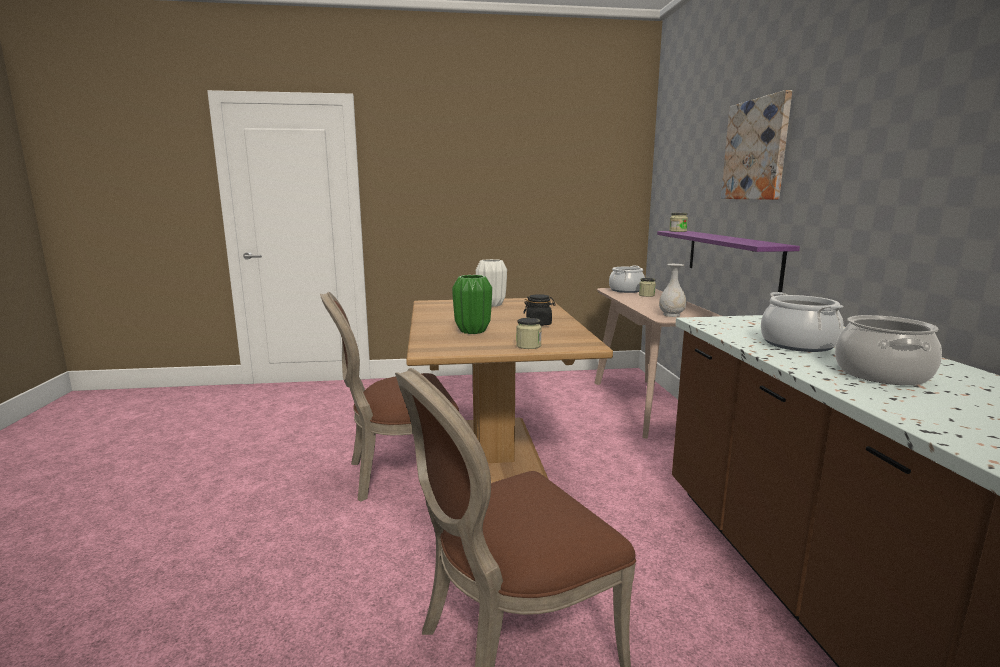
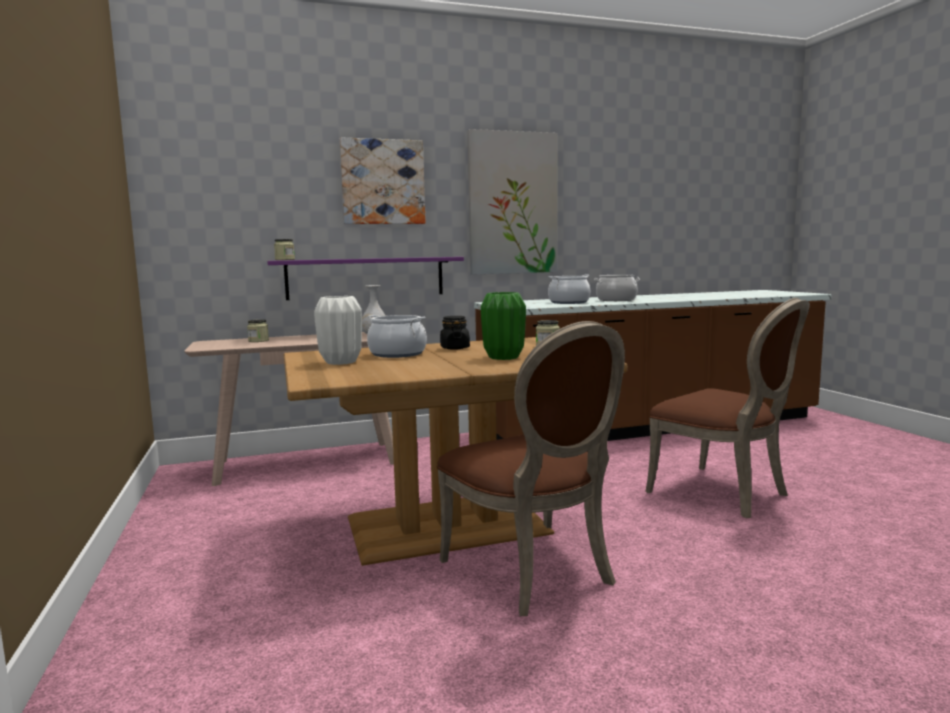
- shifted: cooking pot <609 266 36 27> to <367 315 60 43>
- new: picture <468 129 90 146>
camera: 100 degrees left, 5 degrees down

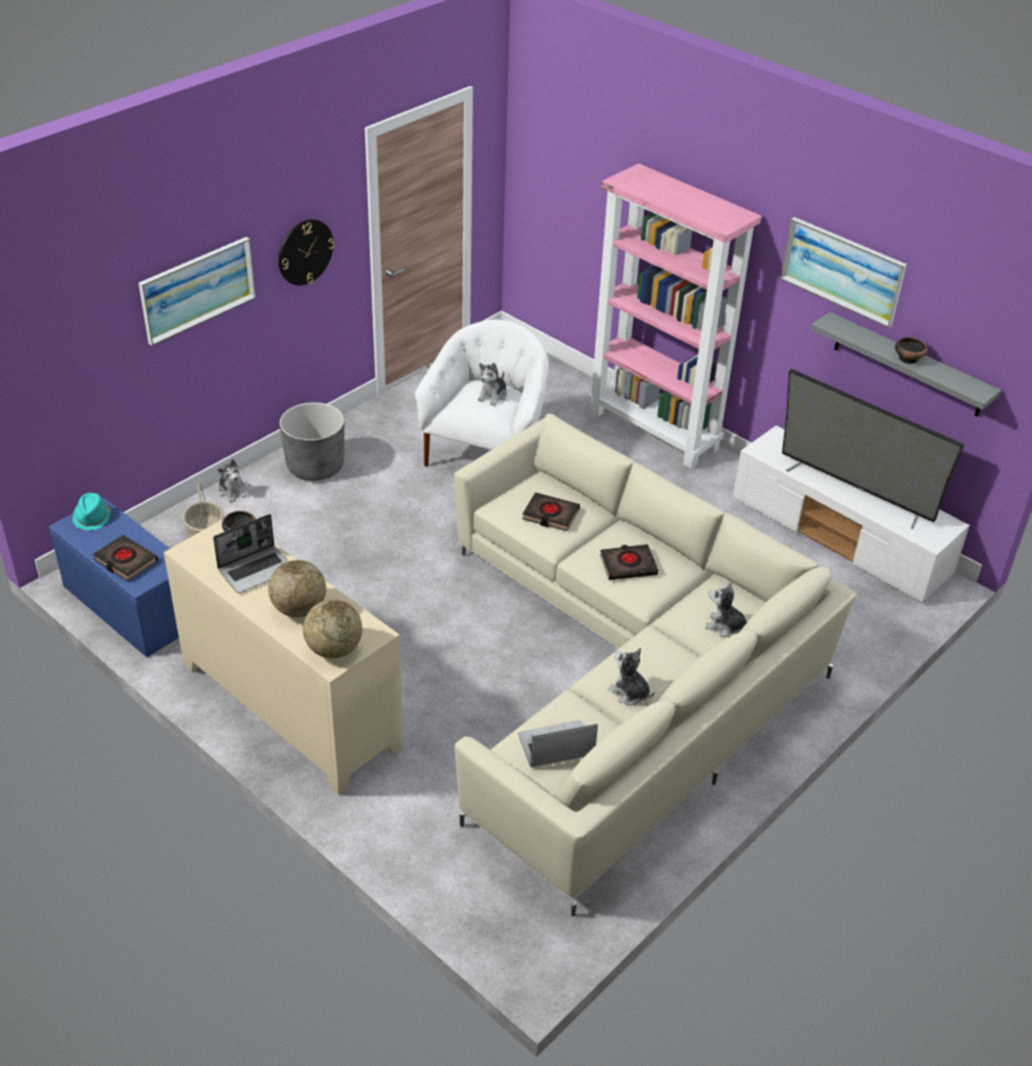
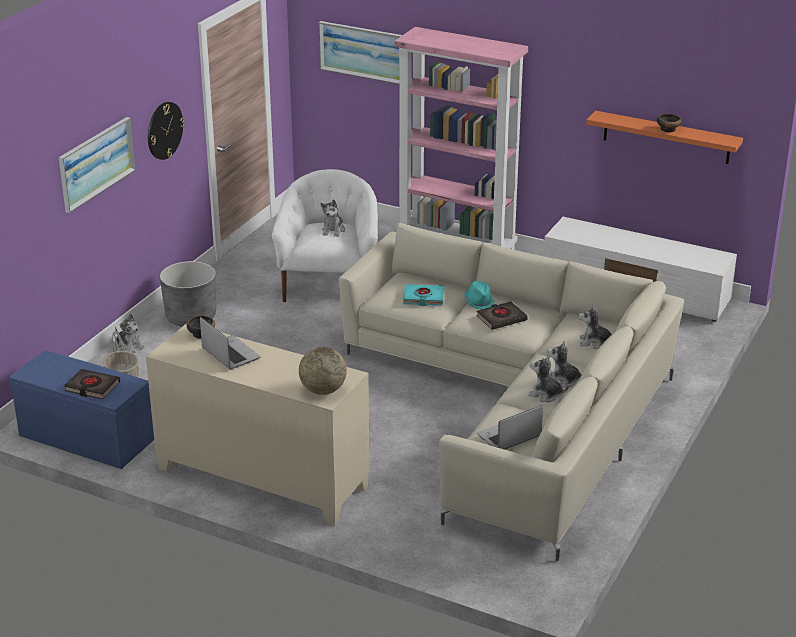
- rotated: portable computer <213 514 75 79> = <200 317 61 53> 75 degrees counterclockwise
- shifted: picture <781 217 126 111> to <319 21 83 63>
- repainted: black-coloured bound book <522 492 58 39> to turquoise bound book <403 284 41 22>
- shifted: turquoise wearable hat <72 493 39 38> to <464 281 31 28>
- new: cuddly toy <547 342 35 46>
- repainted: grey shelf <810 312 191 105> to orangey shelf <586 111 157 53>
- gone: globe <268 560 58 57>
- gone: television <782 369 182 160>
camera: 15 degrees left, 10 degrees down

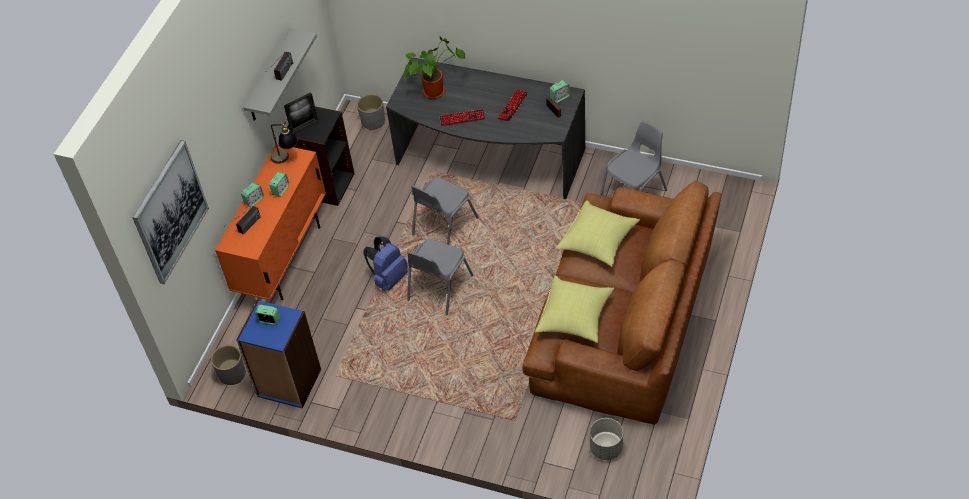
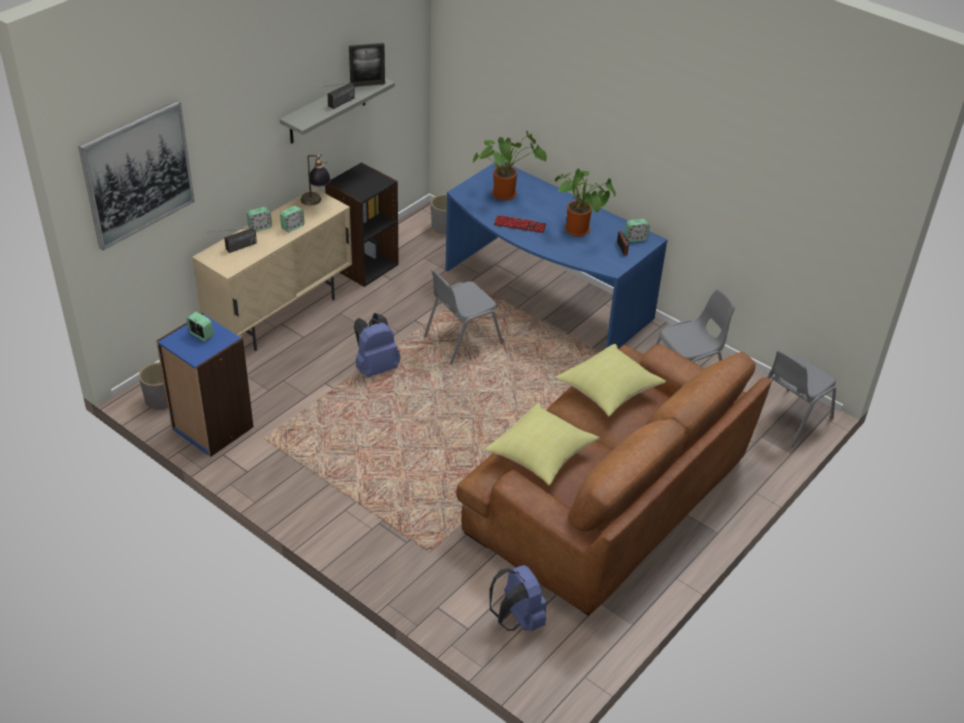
- repainted: orangey storage cabinet <215 144 111 156> to beige storage cabinet <192 188 160 163>
- shifted: photo frame <284 92 34 41> to <349 43 36 44>
- repainted: grey desk unit <386 58 199 141> to blue desk unit <446 162 222 187>
- swapped: grey plant pot <590 418 33 42> to blue backpack <489 565 58 66>
- swapped: computer keyboard <498 90 30 32> to potted plant <555 169 61 67>
- shifted: grey upright chair <407 239 67 76> to <767 350 69 97>
camera: 15 degrees right, 10 degrees down

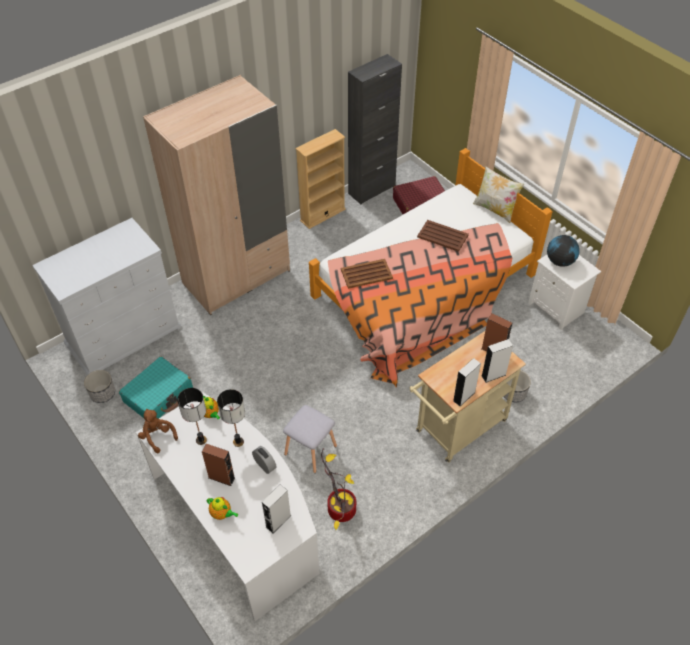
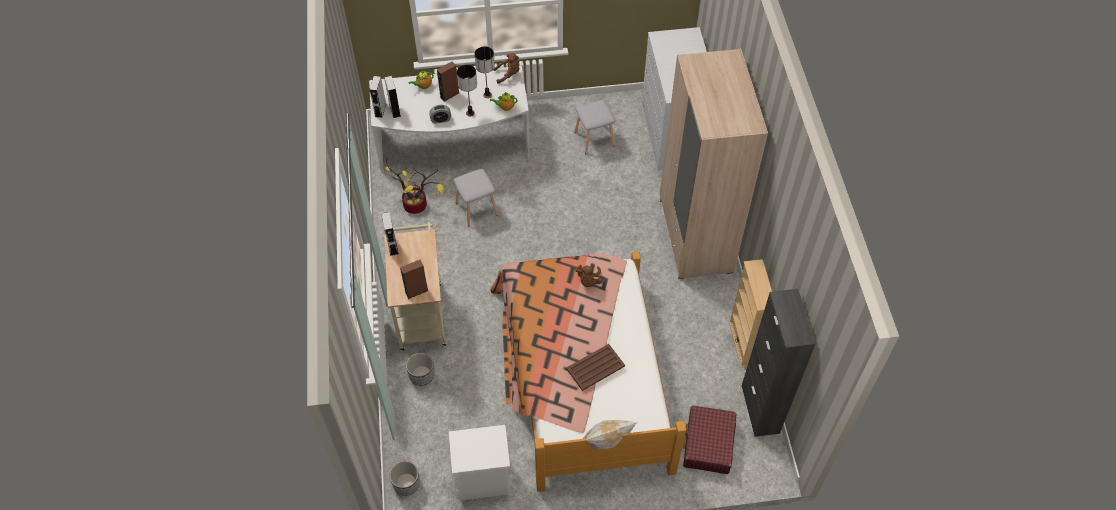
- shifted: grey speaker <482 339 31 44> to <369 76 17 42>
- shifted: plant pot <84 370 31 33> to <389 461 31 35>
- swapped: turquoise suitcase <119 357 74 62> to grey sitting stool <574 100 41 54>
- swapped: brownish carrying tray <341 259 52 30> to brownish cuddly toy <575 265 28 22>
- gone: globe <547 235 33 32>
camera: 120 degrees right, 5 degrees up

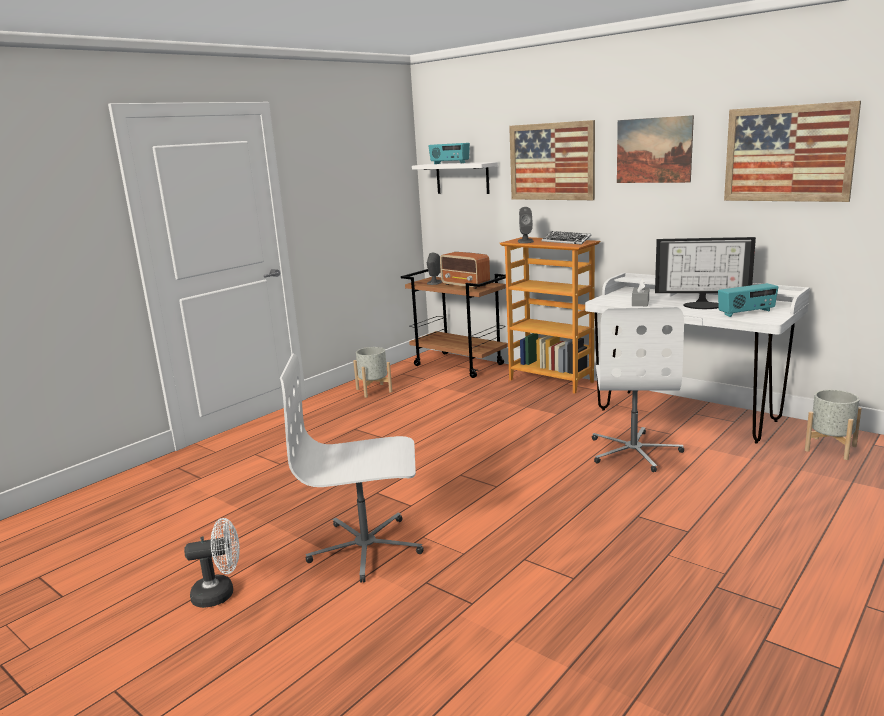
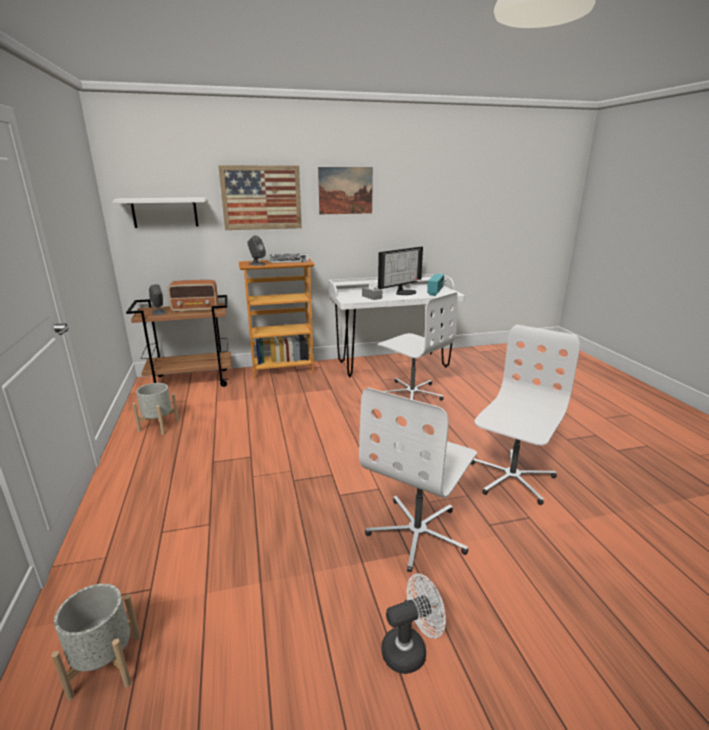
- shifted: grey plant pot <805 390 57 70> to <51 584 90 116>
- rotated: white electric fan <184 518 56 90> = <382 574 64 100> 45 degrees clockwise
- new: white computer chair <470 325 110 180>
- gone: radio <429 143 41 21>
- gone: picture <724 101 137 101>
camera: 55 degrees left, 5 degrees up

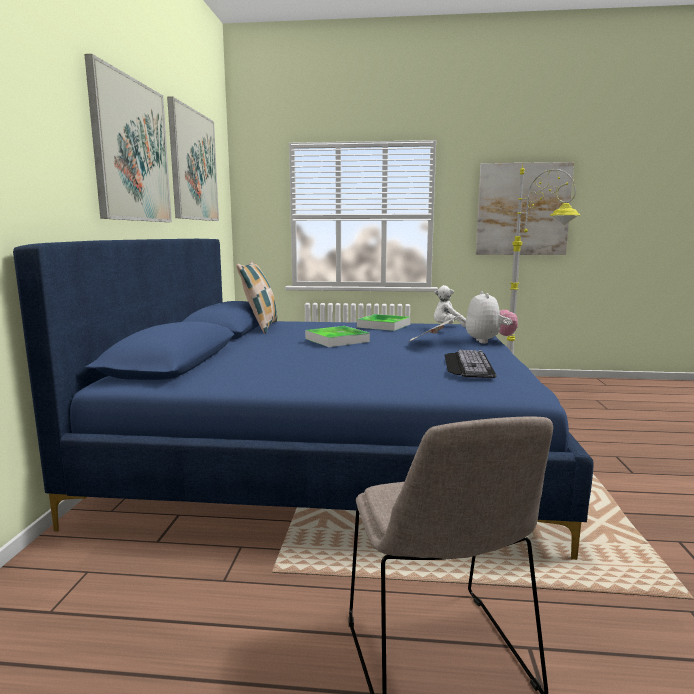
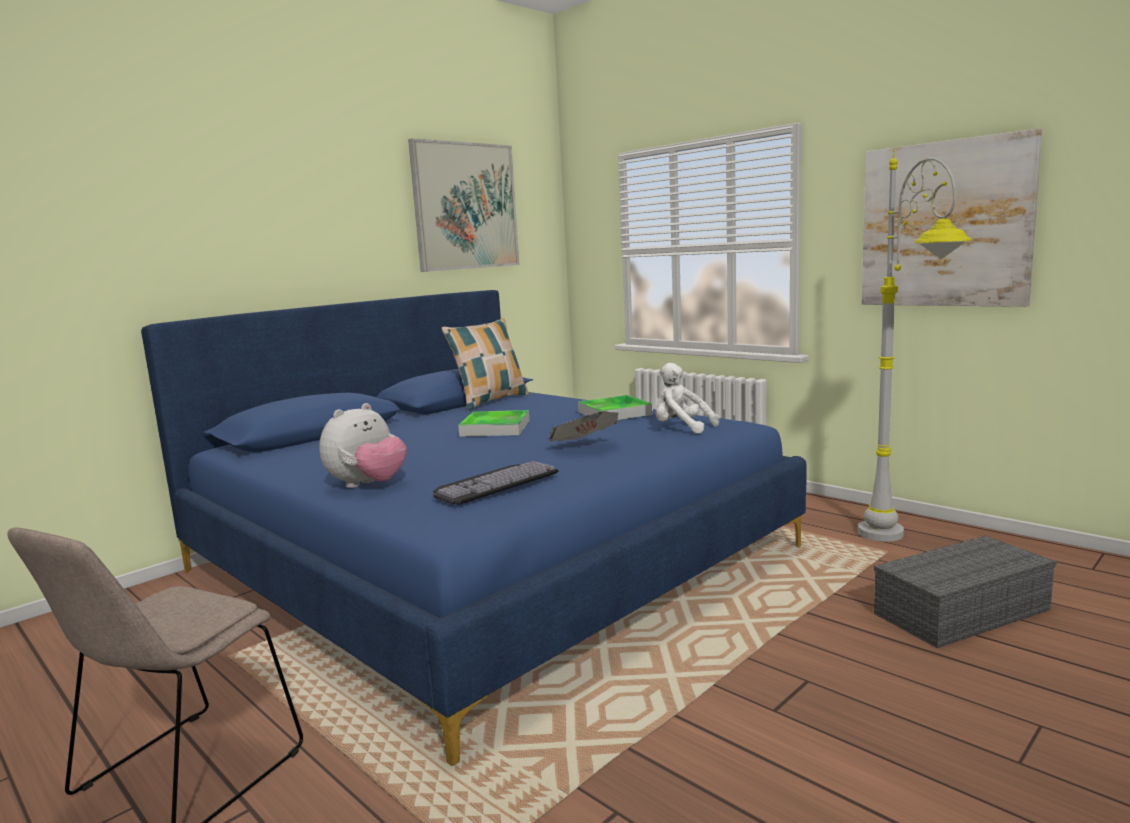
- shifted: cuddly toy <466 291 52 53> to <319 403 88 85>
- new: grey storage box <874 536 183 112>
- gone: picture <84 54 88 168>
camera: 40 degrees right, 0 degrees up

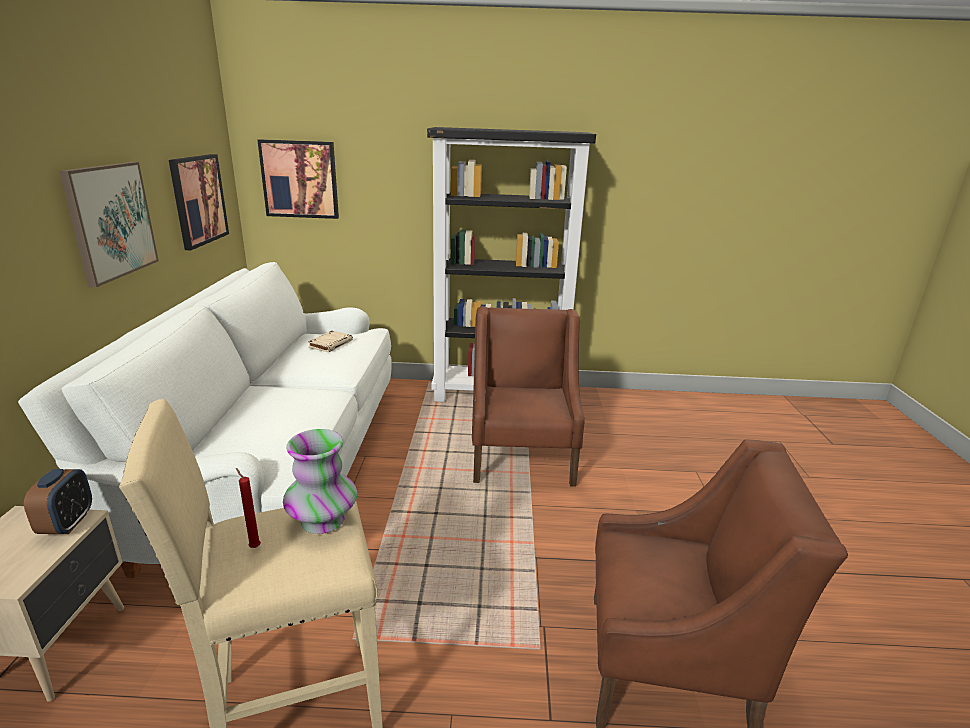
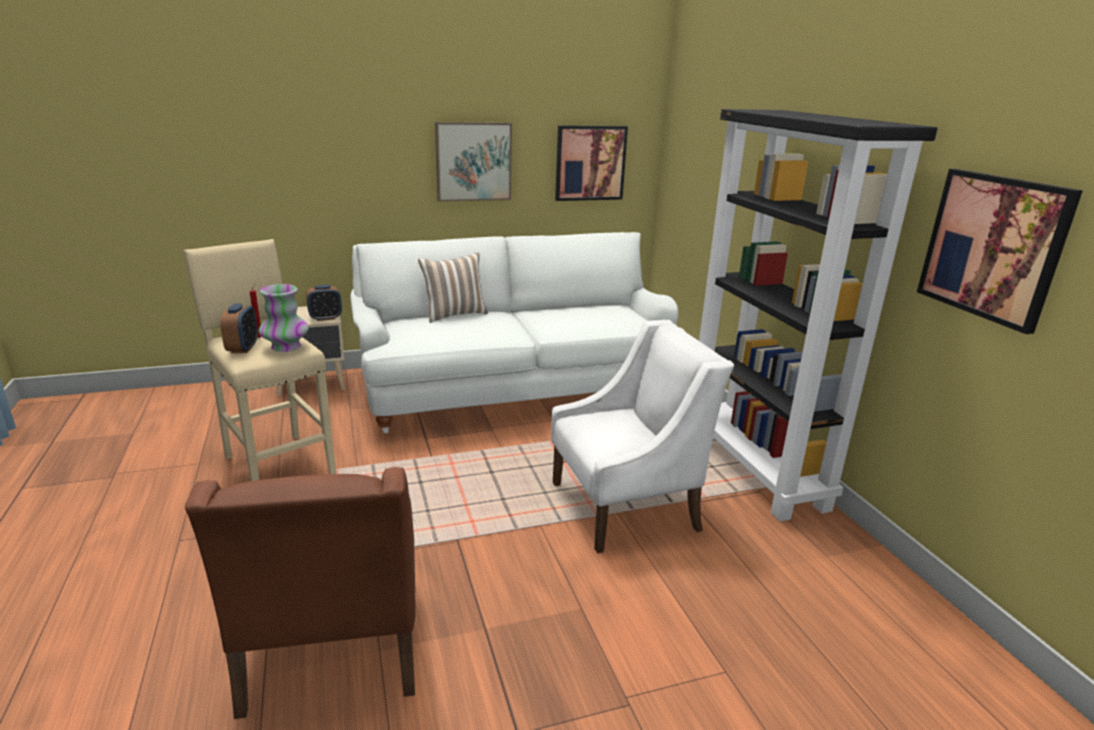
- new: bedside clock <220 304 38 49>
- new: cushion <418 252 70 71>
- repainted: brownish armchair <472 306 113 181> to white armchair <551 320 183 233>
- shifted: picture <257 139 82 80> to <917 169 166 165>
- gone: beige bound book <308 331 45 21>
camera: 70 degrees right, 0 degrees up

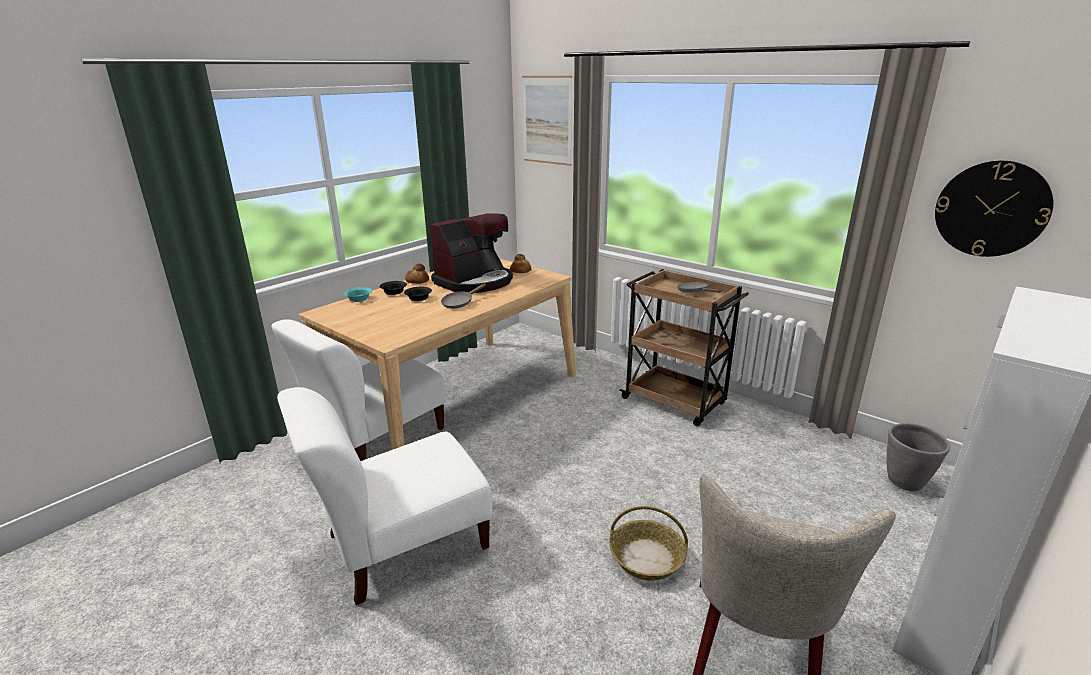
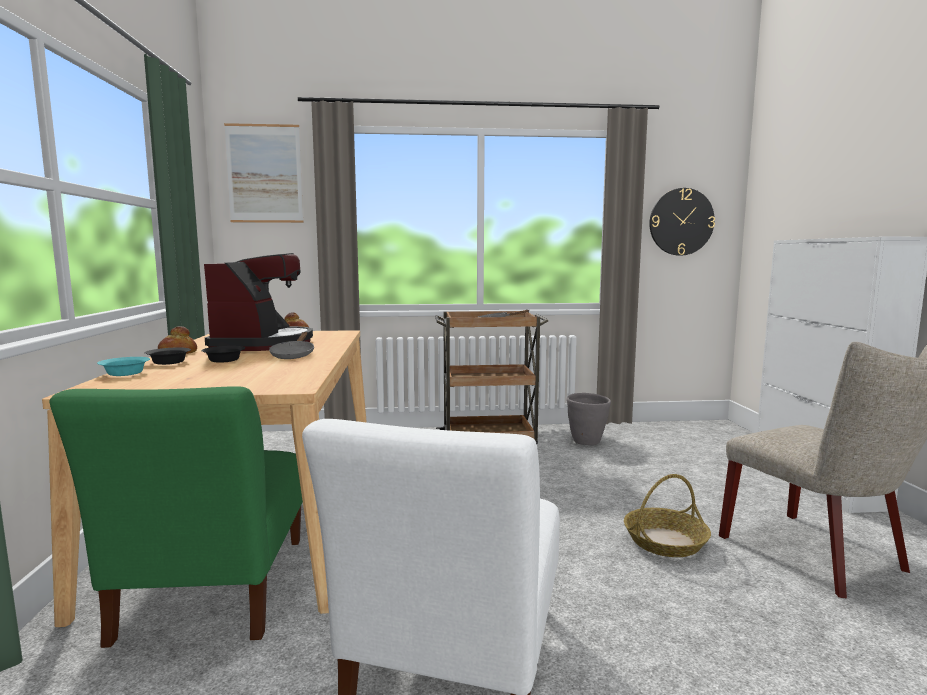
- repainted: white upright chair <272 319 174 142> to green-coloured upright chair <50 386 253 262>
- shifted: grey plant pot <886 423 64 68> to <567 393 44 52>
camera: 45 degrees left, 15 degrees down

